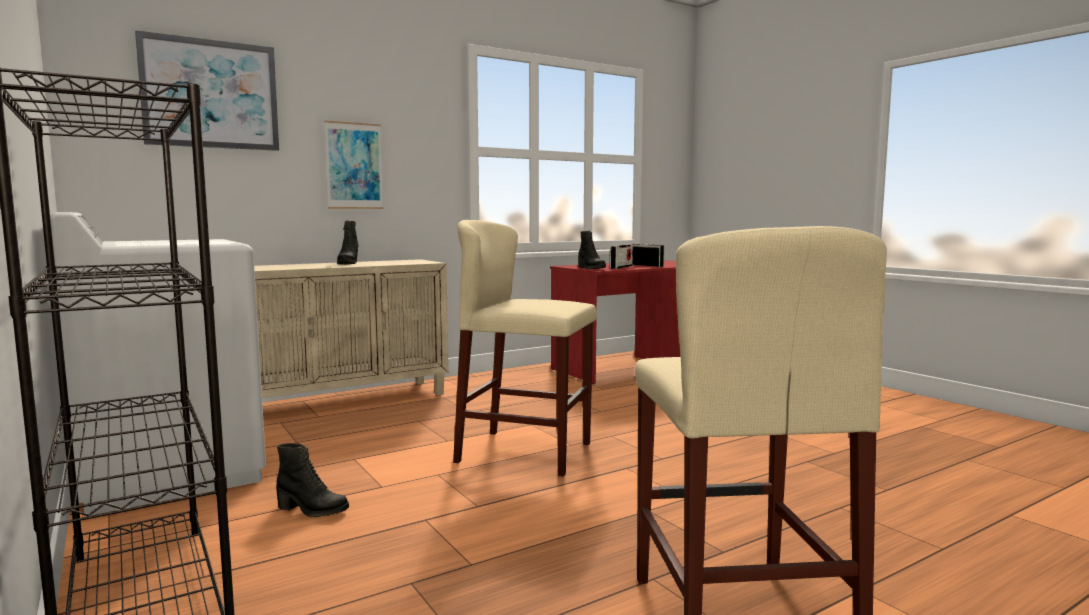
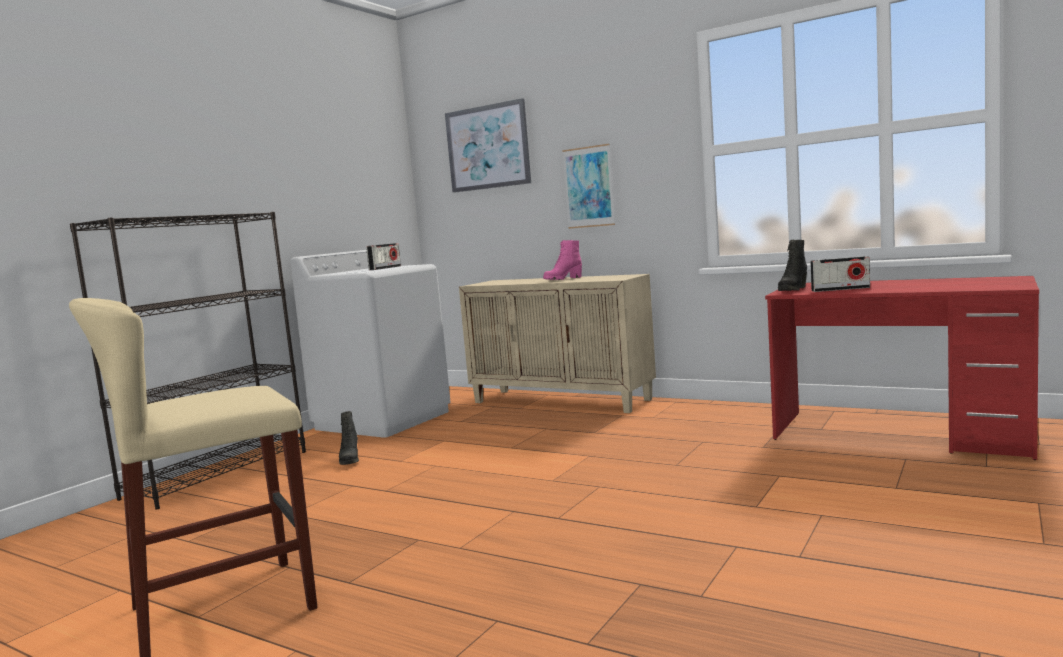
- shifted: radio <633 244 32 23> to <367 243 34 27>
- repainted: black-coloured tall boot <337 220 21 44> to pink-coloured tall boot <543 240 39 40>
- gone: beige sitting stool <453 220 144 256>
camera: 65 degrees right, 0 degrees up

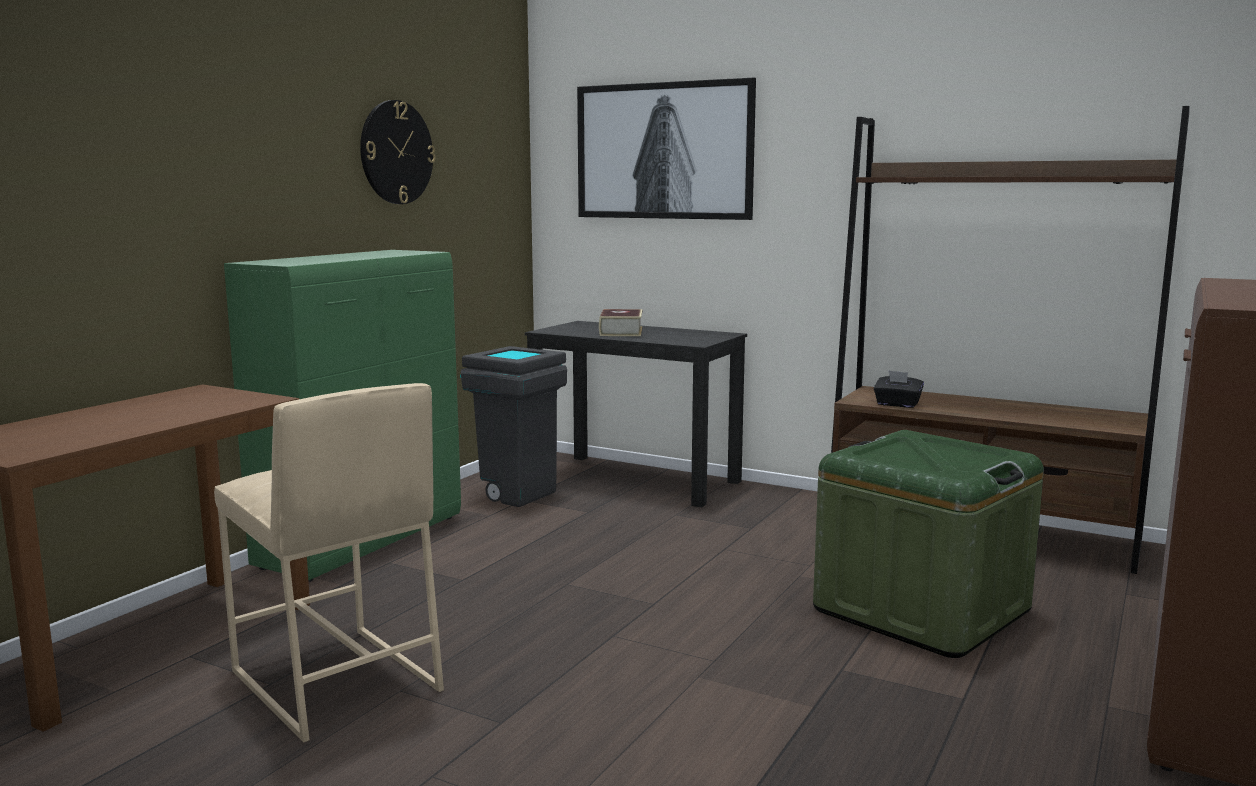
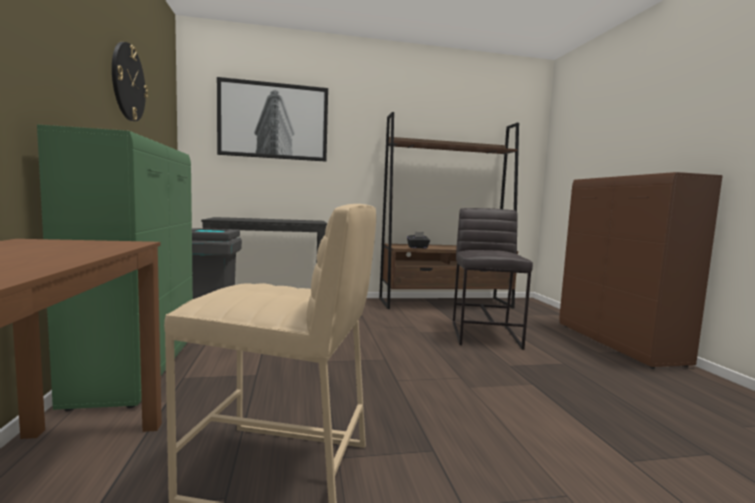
- swapped: green-coloured storage box <813 430 231 228> to grey sitting stool <453 208 80 142>
- gone: bound book <599 309 44 27>
camera: 40 degrees left, 5 degrees down

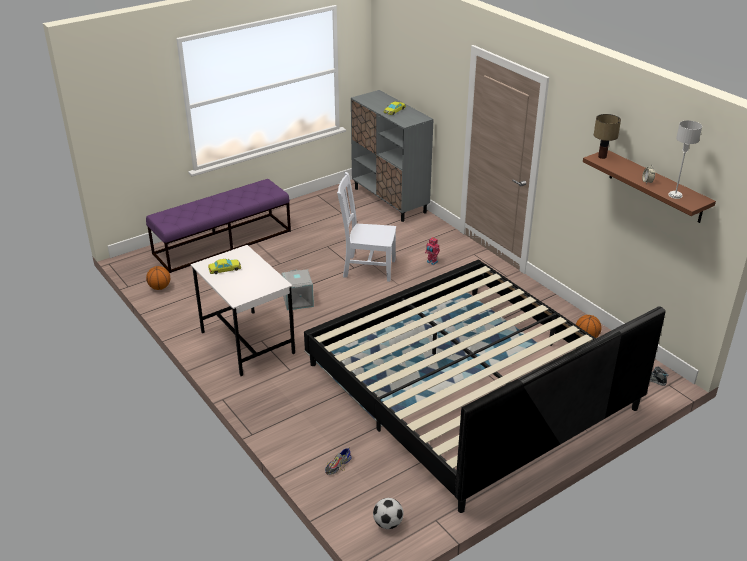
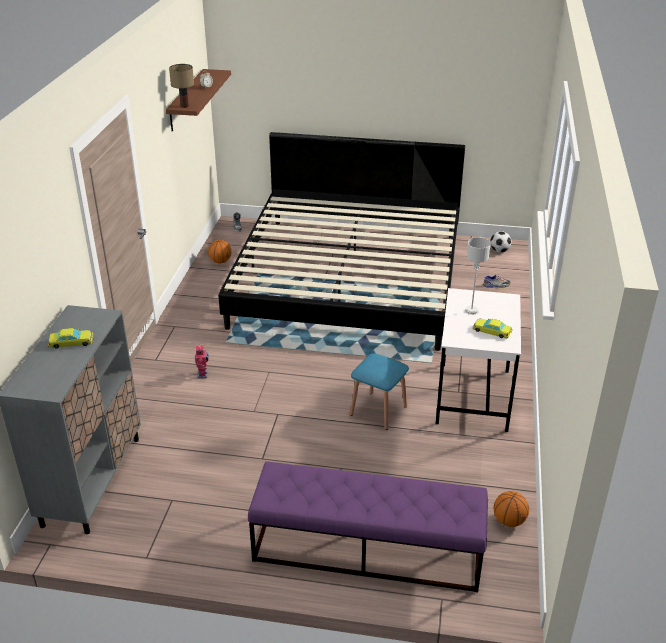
- swapped: grey storage box <281 269 33 41> to blue sitting stool <350 353 59 77>
- shifted: grey tabletop lamp <668 121 34 78> to <465 237 25 78>
- gone: white upright chair <337 172 59 110>
camera: 135 degrees left, 0 degrees up

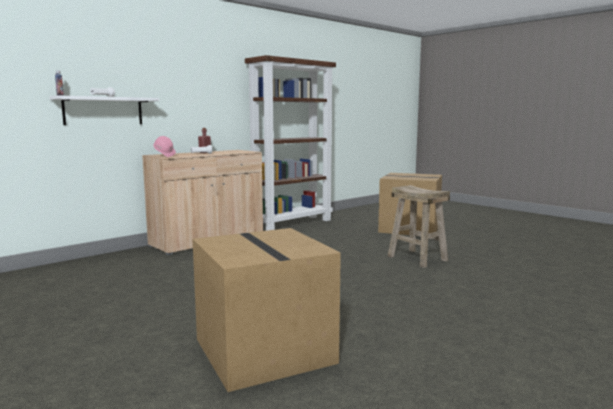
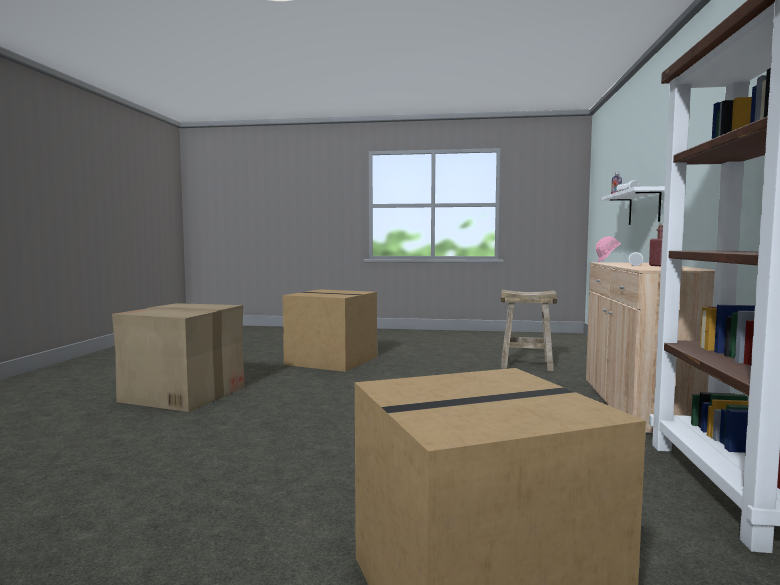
- new: carton <112 303 133 109>
- shifted: beige sitting stool <388 185 62 83> to <501 289 56 82>
camera: 140 degrees right, 5 degrees down

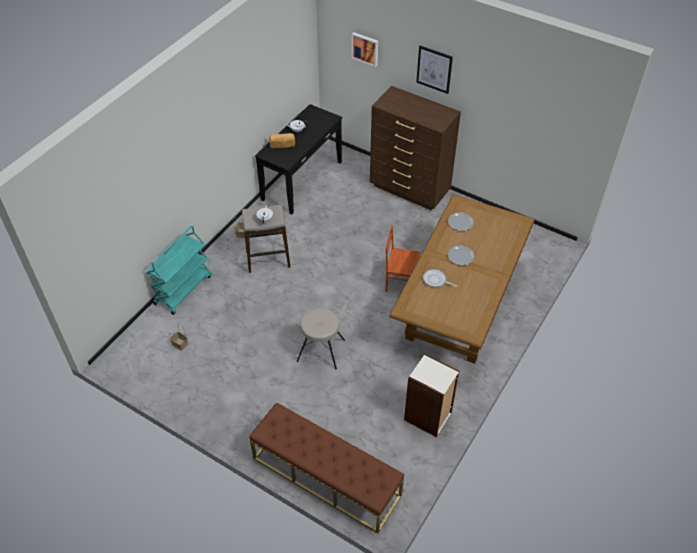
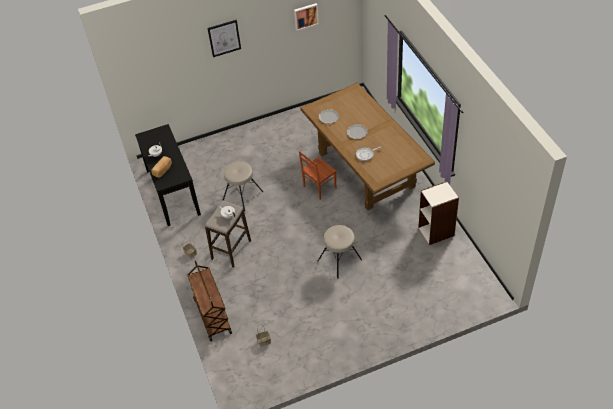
- repainted: turquoise trolley <146 226 66 89> to brownish trolley <187 261 45 80>
- new: beige sitting stool <223 161 40 50>
- shifted: picture <352 32 26 35> to <294 3 25 28>
- gone: brownish bench <250 402 154 131>
- gone: brownish chest of drawers <370 86 91 124>
camera: 50 degrees left, 0 degrees up

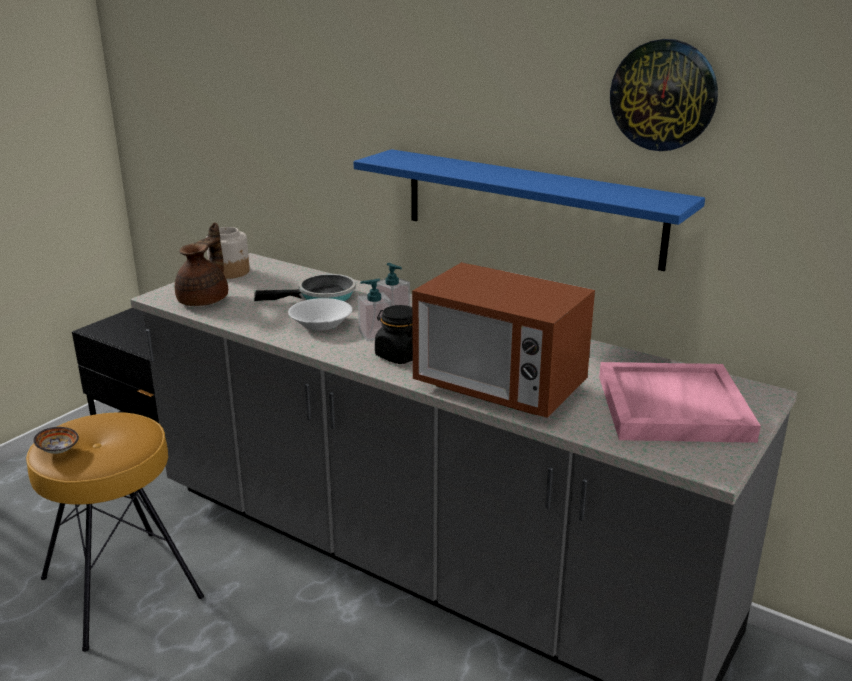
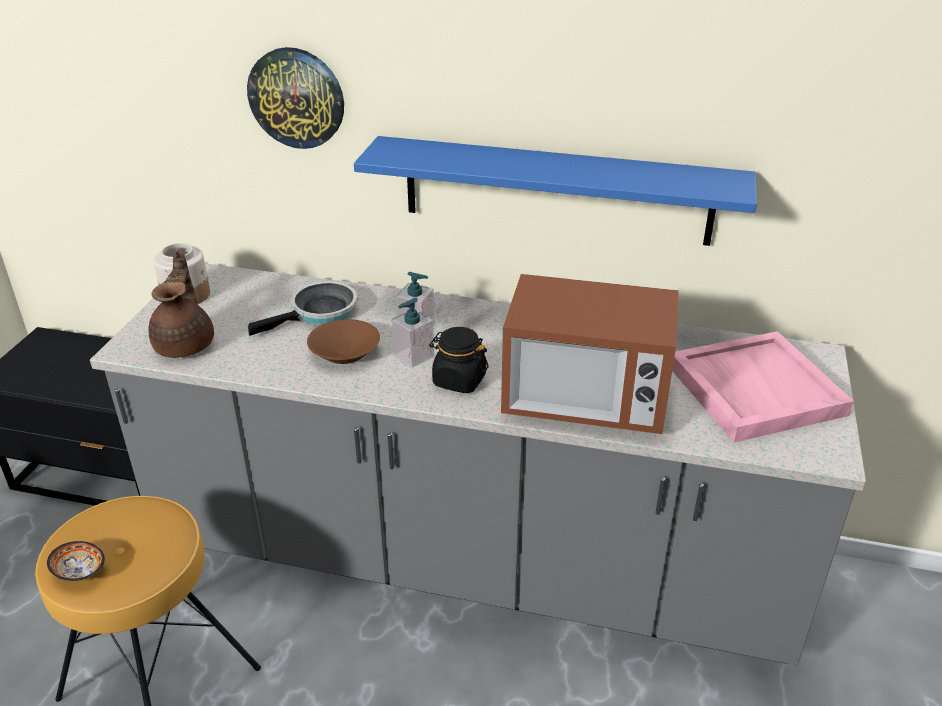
- shifted: hanging clock <610 39 108 112> to <247 47 97 102>
- repainted: white bowl <288 298 64 33> to brownish bowl <307 319 73 45>
camera: 20 degrees left, 10 degrees up

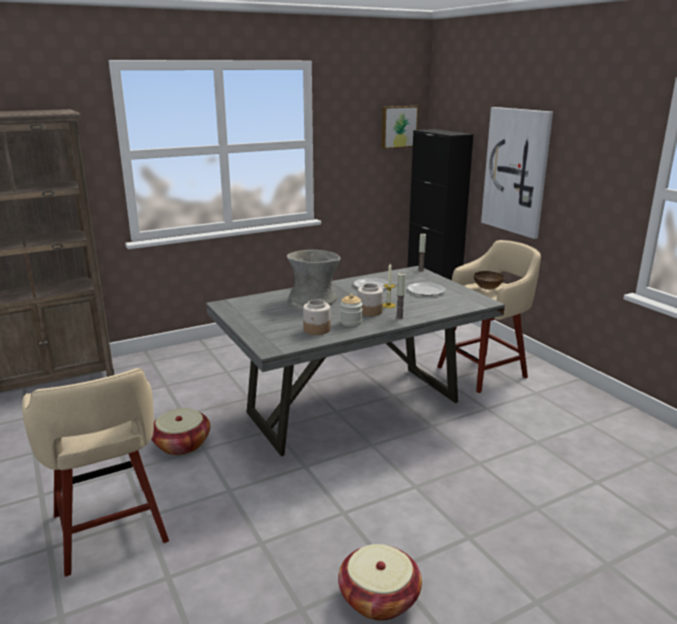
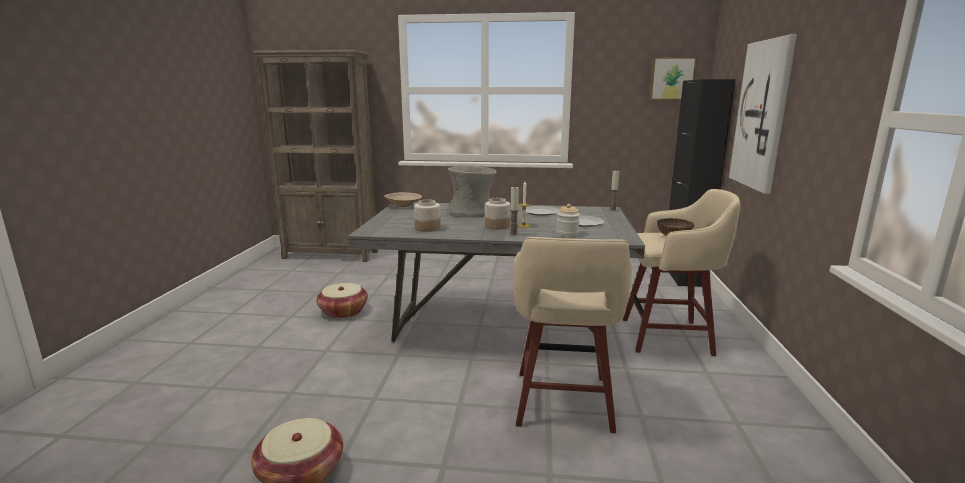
- new: beige bowl <384 192 38 15>
- shifted: beige sitting stool <22 368 147 209> to <513 237 119 196>
- shifted: jar <340 294 23 33> to <556 204 24 33>
camera: 35 degrees right, 5 degrees down

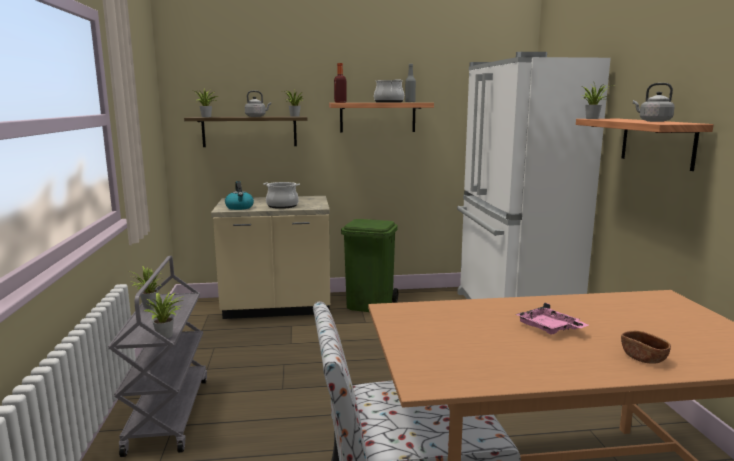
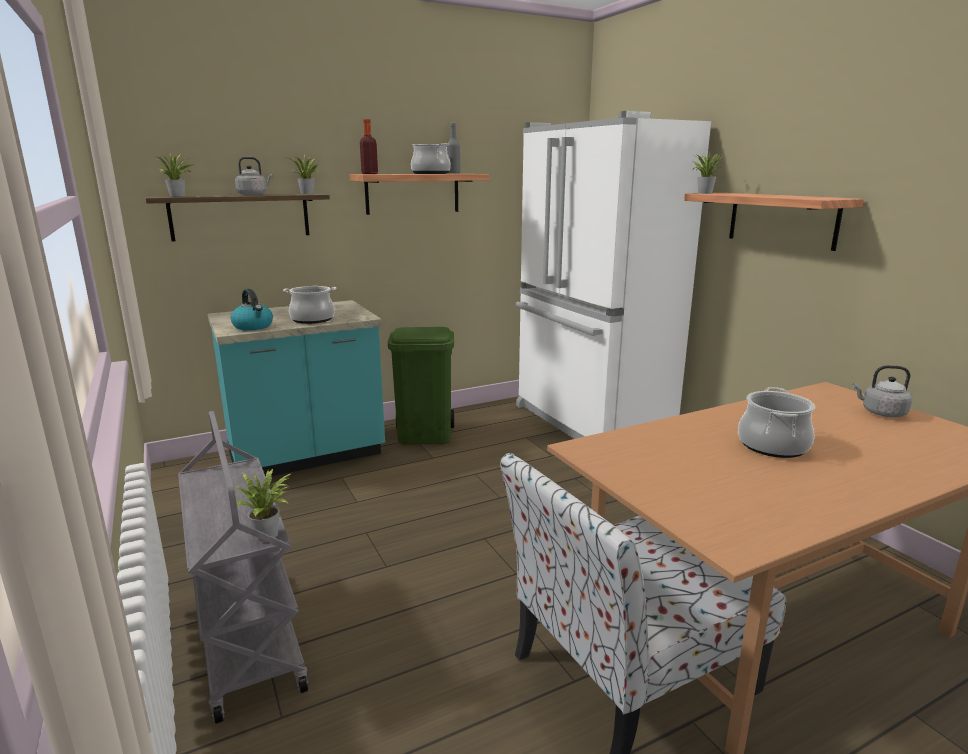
- repainted: beige kitchen counter <211 196 119 123> to turquoise kitchen counter <208 300 177 177>
- swapped: pink-coloured carrying tray <515 303 73 32> to cooking pot <738 387 77 71>
- shifted: grey kettle <633 83 41 39> to <853 365 60 52>
- gone: potted plant <127 266 35 42>
- gone: brownish bowl <621 331 50 33>
camera: 20 degrees left, 5 degrees up

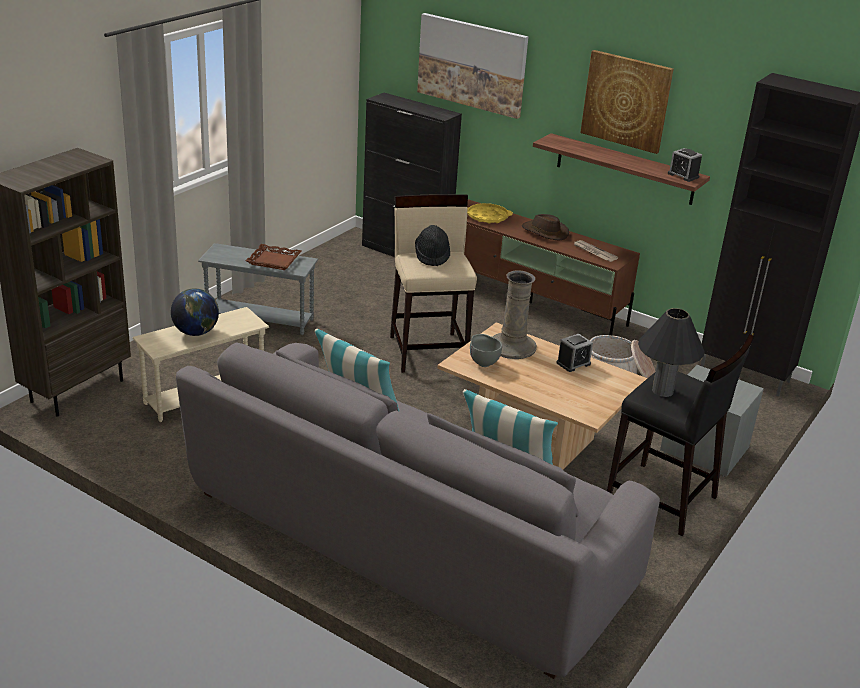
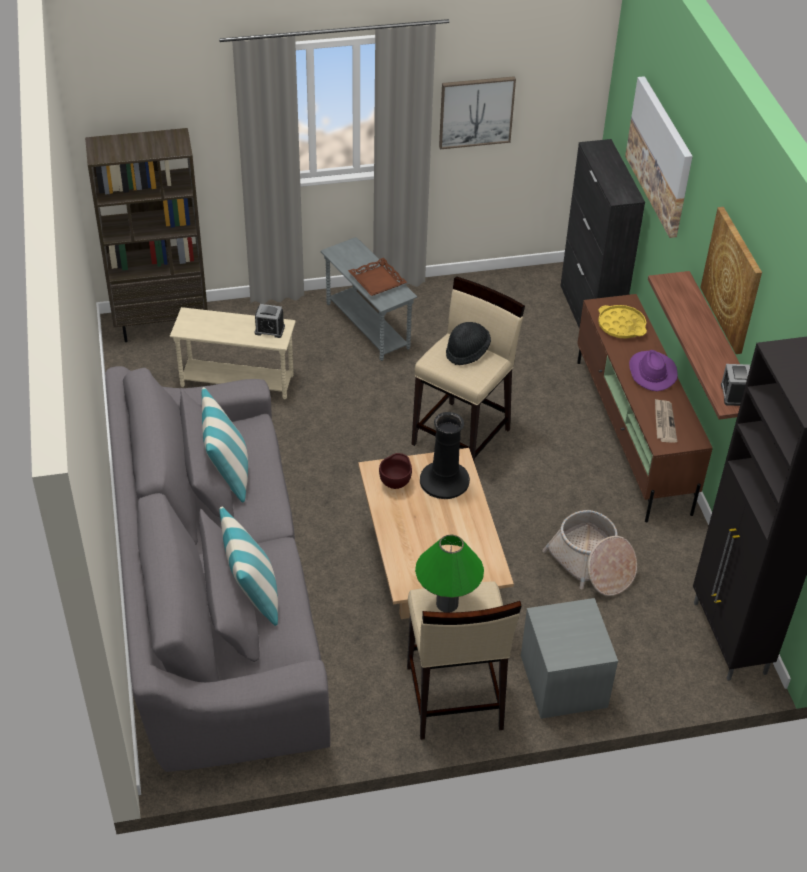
- shifted: bedside clock <556 334 37 38> to <255 304 30 34>
- repainted: grey bowl <470 334 32 33> to brownish bowl <379 453 33 36>
- repainted: black-coloured sitting stool <607 334 147 202> to beige sitting stool <407 581 114 159>
- repainted: black-coloured tabletop lamp <638 308 67 89> to green-coloured tabletop lamp <415 534 69 78>
- repainted: beige flower vase <492 270 45 89> to black-coloured flower vase <420 412 50 87>
- new: picture <439 76 77 73>
- repainted: brownish wearable hat <522 214 47 26> to purple wearable hat <629 350 49 41>
- gone: globe <171 289 48 47>
camera: 45 degrees right, 15 degrees up

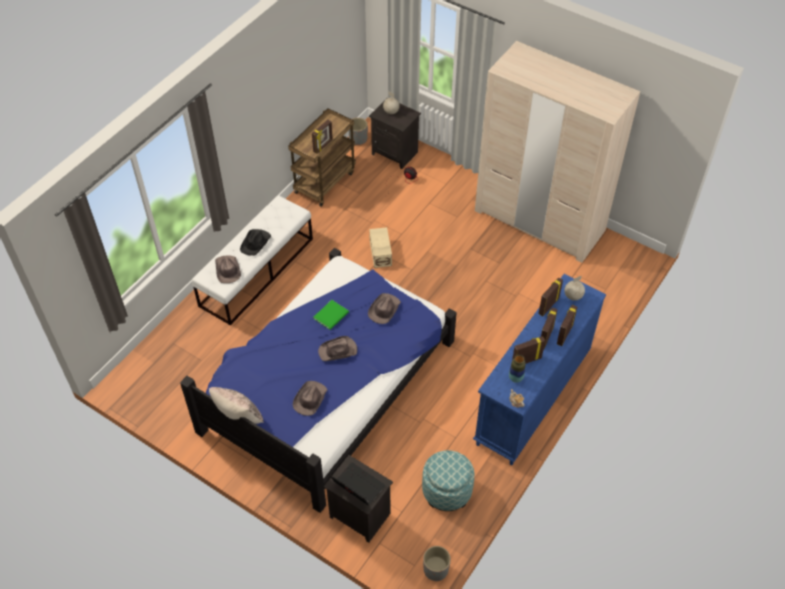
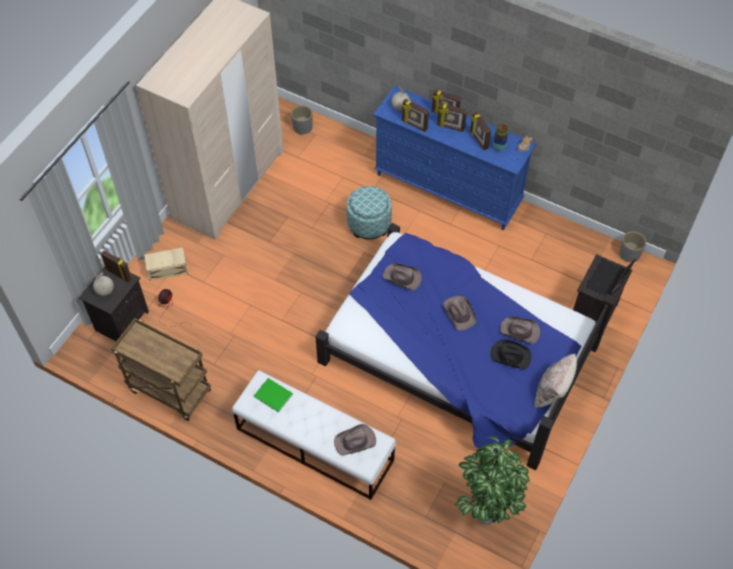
- shifted: photo frame <312 120 21 34> to <101 250 31 33>
- shifted: beige storage box <369 227 23 41> to <144 248 44 33>
- shifted: green-coloured bound book <313 300 36 30> to <254 378 39 35>
- shifted: grey plant pot <348 118 20 27> to <291 105 22 30>
- shifted: pouffe <422 450 52 61> to <347 186 45 53>
- new: potted plant <455 437 75 87>
- shifted: black-coloured wearable hat <240 229 31 27> to <491 339 41 31>
camera: 95 degrees left, 5 degrees up

